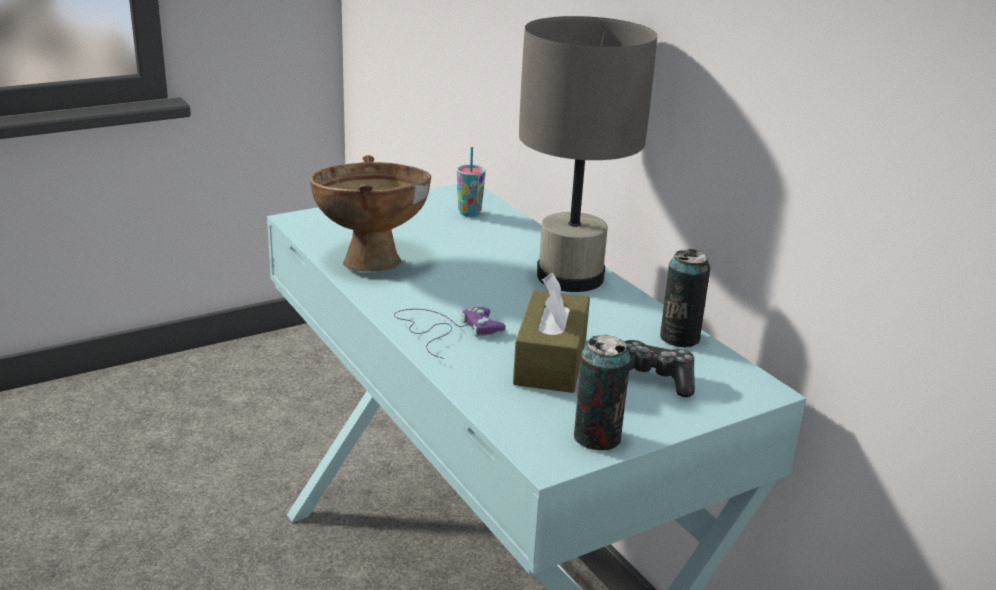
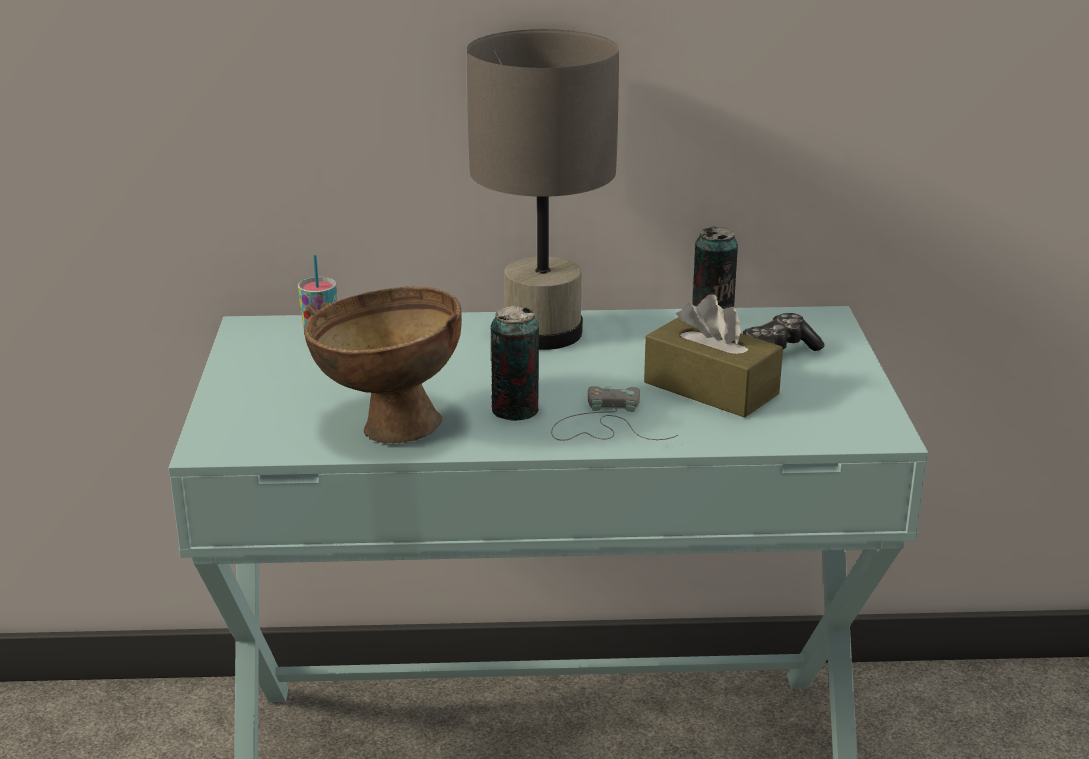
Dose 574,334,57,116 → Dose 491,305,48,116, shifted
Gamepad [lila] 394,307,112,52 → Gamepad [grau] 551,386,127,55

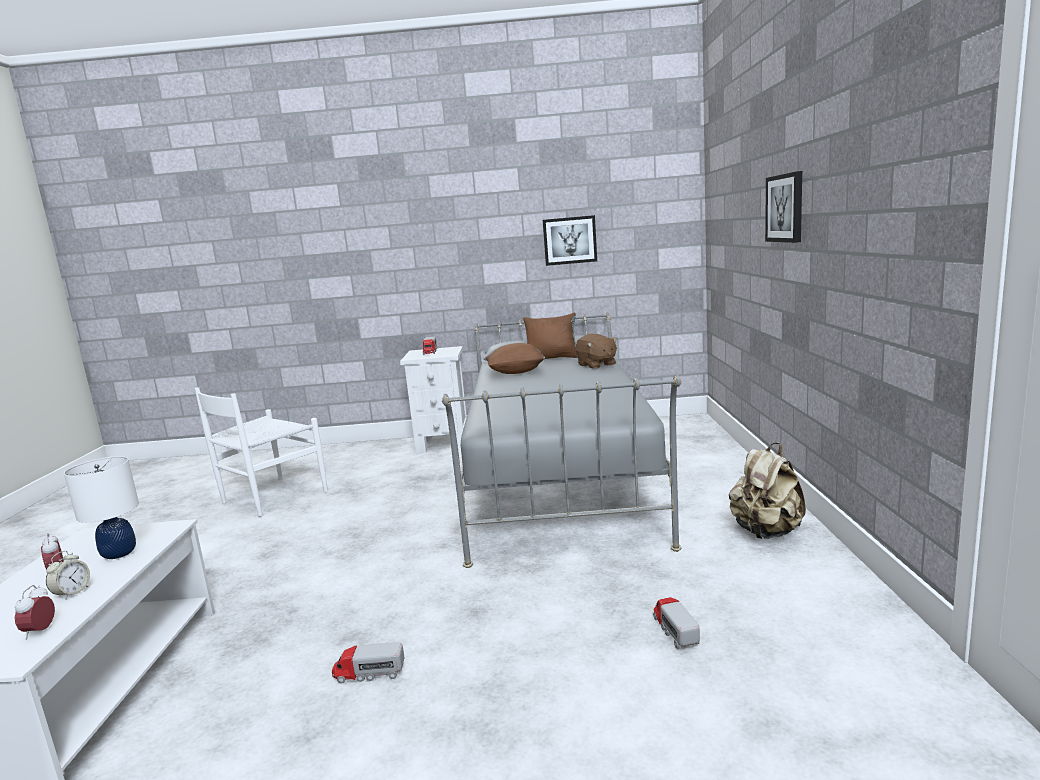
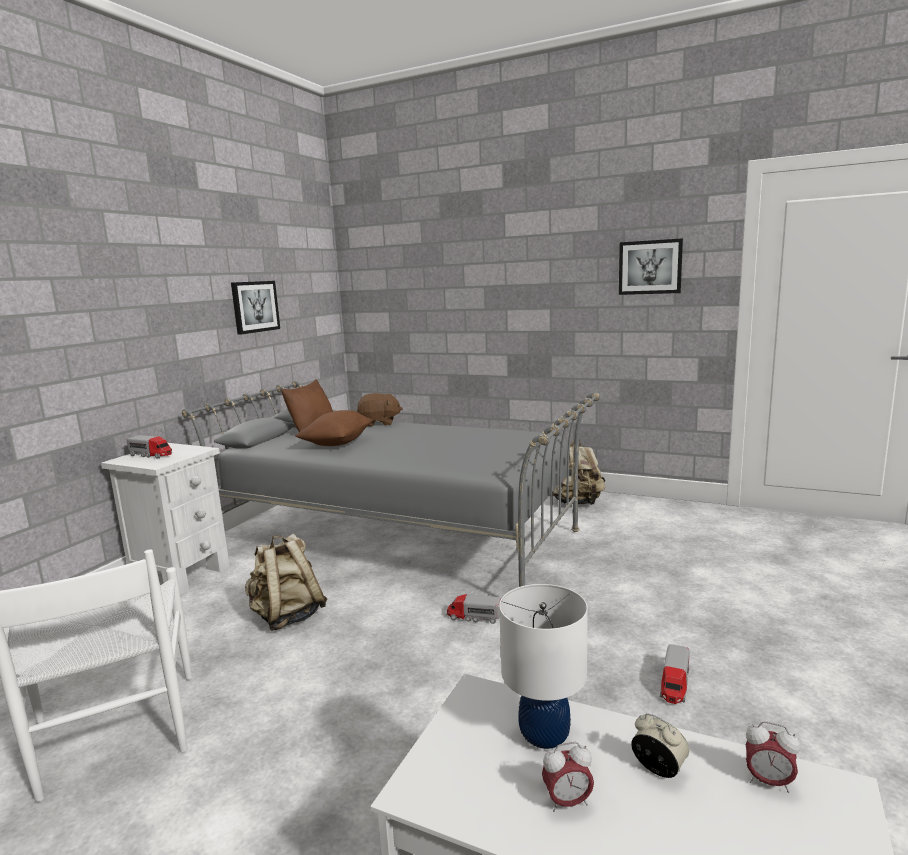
- → Rucksack [beige] 245,533,82,98
Spielzeuglaster 653,597,47,52 → Spielzeuglaster 447,594,54,30, shifted
Bild 765,171,37,72 → Bild 619,238,64,57, shifted

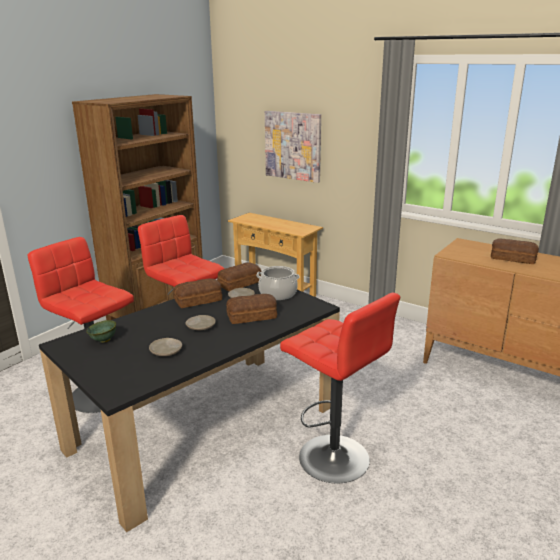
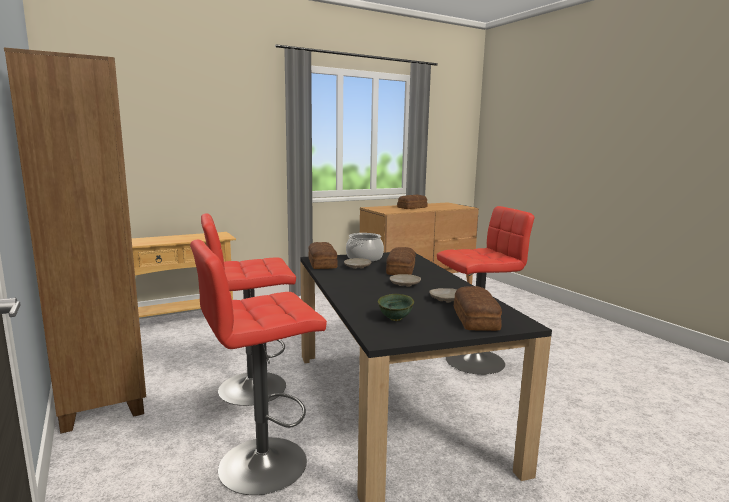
Bild 265,111,56,72 → -
Brot 174,278,48,30 → Brot 454,286,48,45, shifted

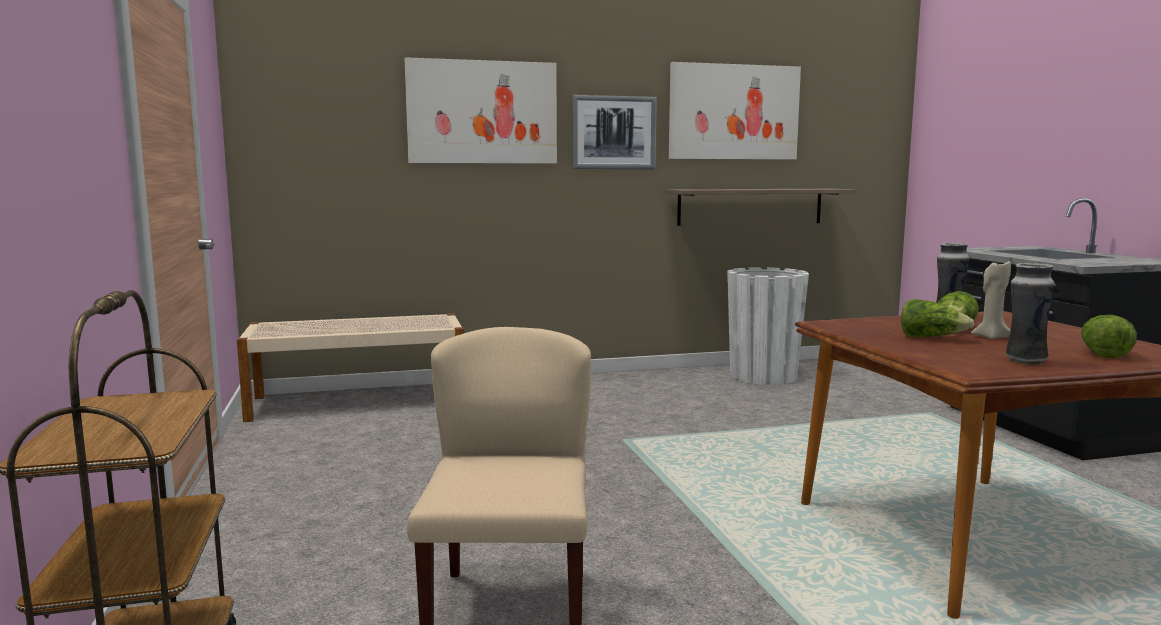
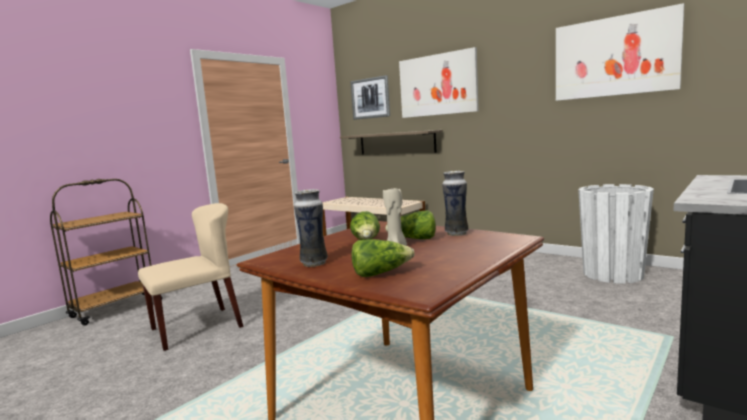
Bild 572,95,85,74 → Bild 350,75,40,45, shifted
Wandregal 665,189,191,37 → Wandregal 340,130,103,25, shifted

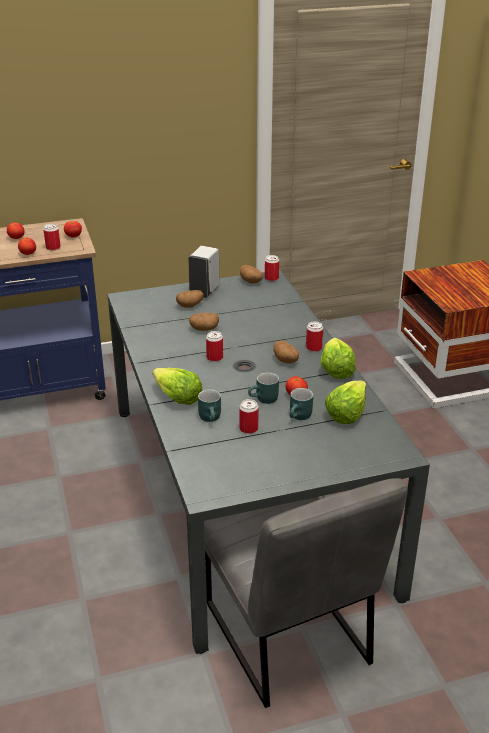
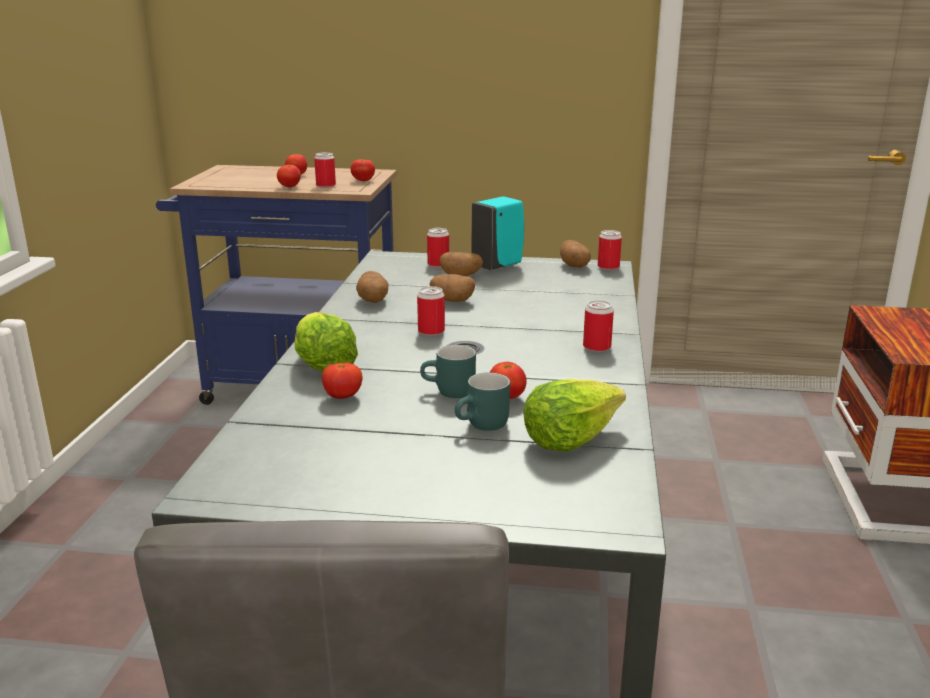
Salatkopf 320,338,36,41 → -
Dose 239,399,20,35 → Dose 427,228,22,40, shifted
Kartoffel 273,341,26,22 → Kartoffel 356,271,33,32, shifted
Henkelbecher [türkis] 198,389,23,33 → Tomate 322,363,40,36
Seifenspender [weiß] 188,246,32,52 → Seifenspender [türkis] 471,196,53,74

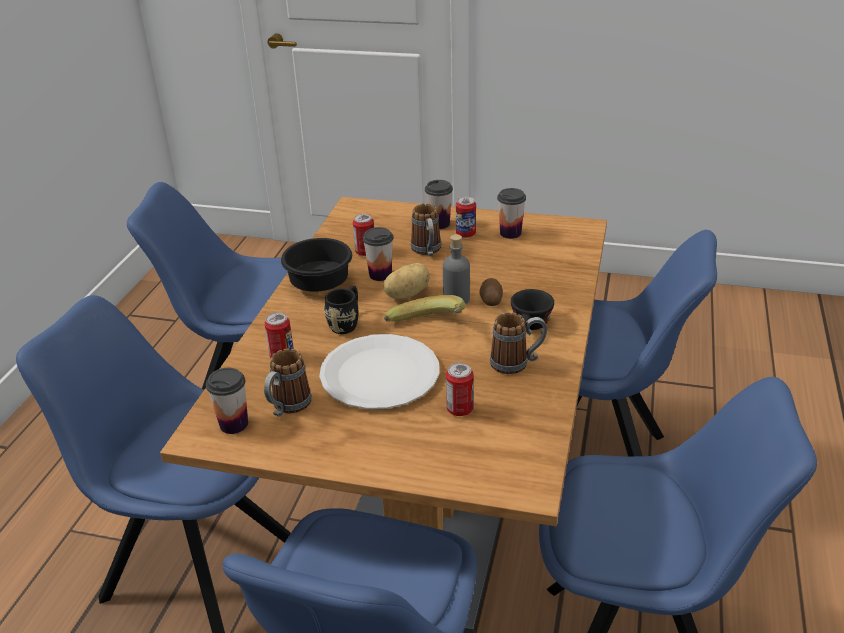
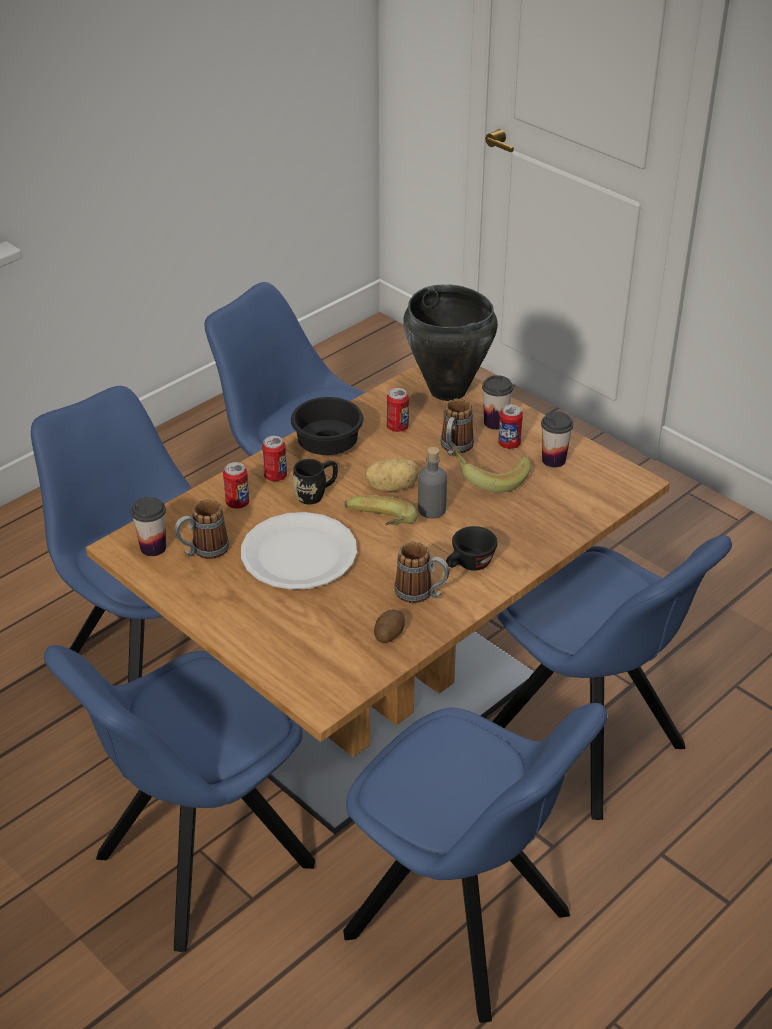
Tasse 363,227,30,54 → -
- → Kochtopf [schwarz] 403,284,95,117
- → Banane 450,443,81,50
Dose 446,363,27,53 → Dose 262,436,25,45, shifted
Kartoffel 479,278,24,28 → Kartoffel 374,609,31,34, shifted

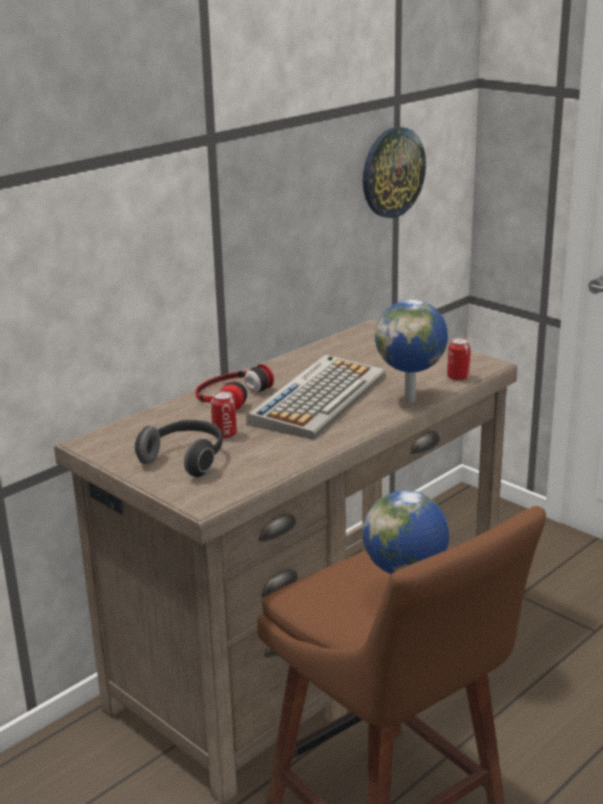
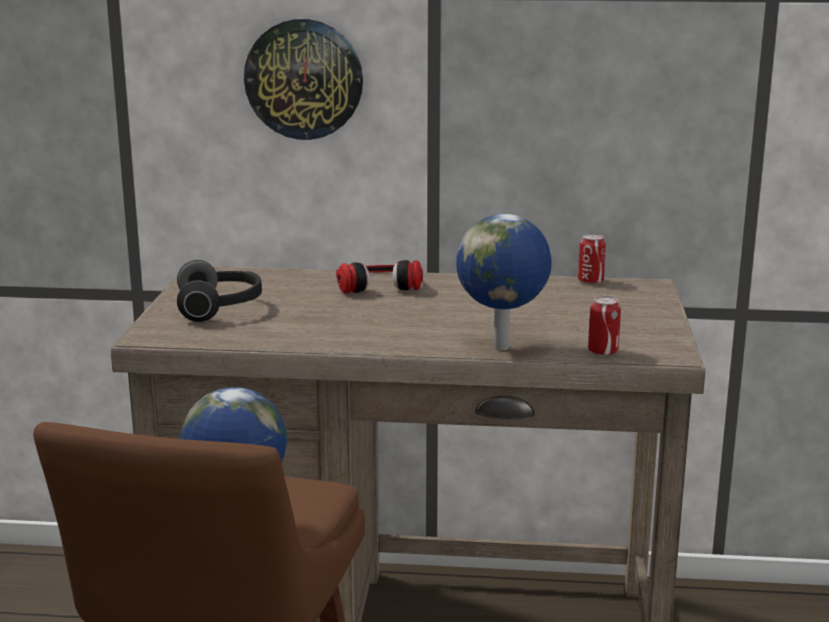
Tastatur 246,355,139,85 → -
Dose 211,391,26,48 → Dose 578,234,28,51, shifted
Wanduhr 363,127,63,91 → Wanduhr 244,19,119,121, shifted

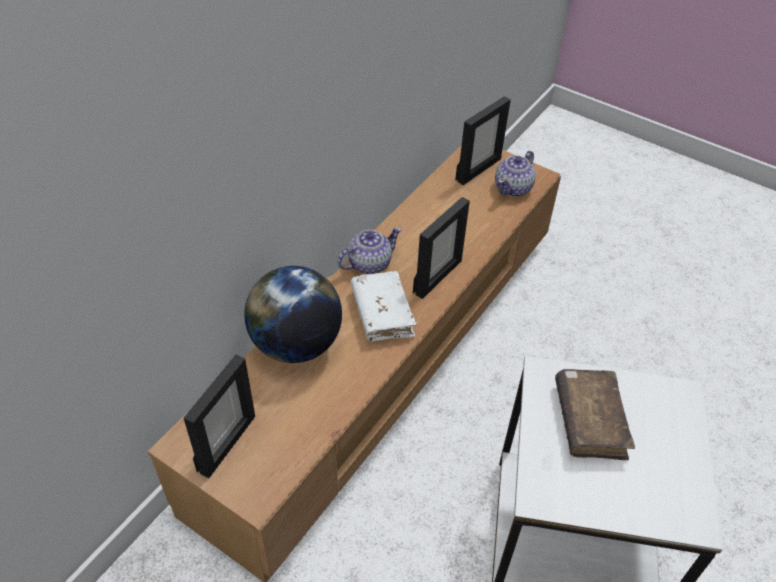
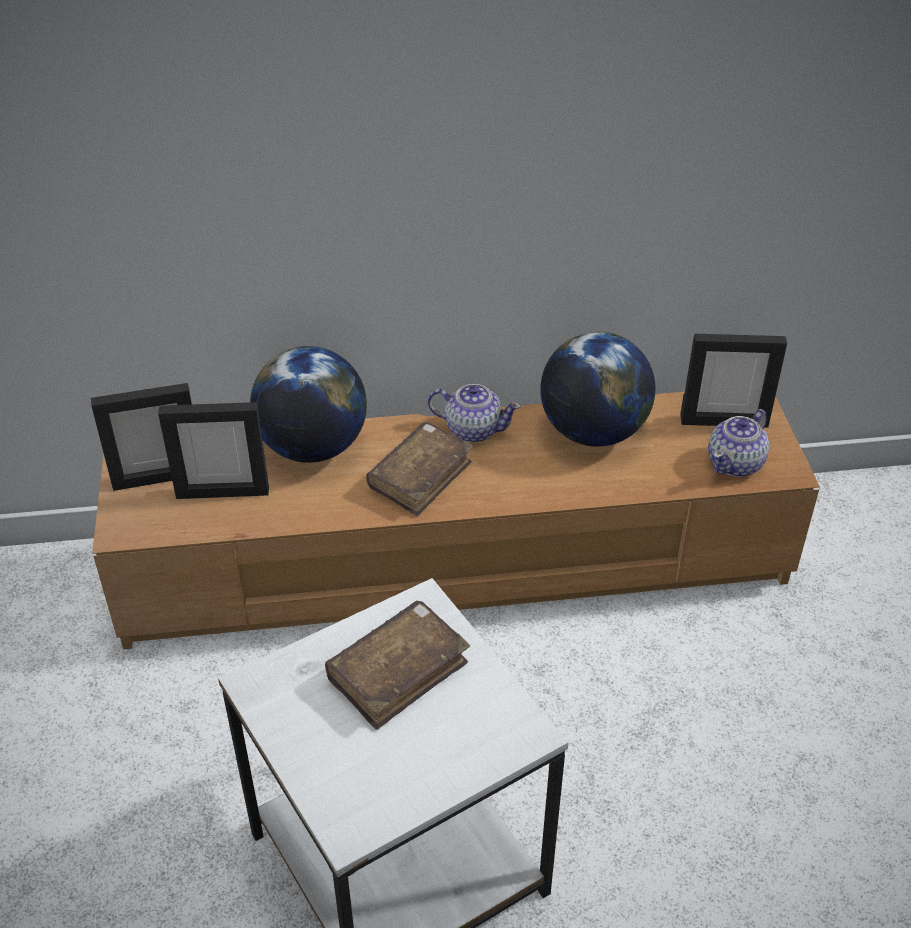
- → Globus 540,332,116,115
Bilderrahmen 413,197,57,102 → Bilderrahmen 158,402,111,97, shifted
Buch [weiß] 350,271,67,70 → Buch [braun] 366,422,107,94
Teekanne 495,151,41,46 → Teekanne 708,409,61,68, 45 degrees counterclockwise

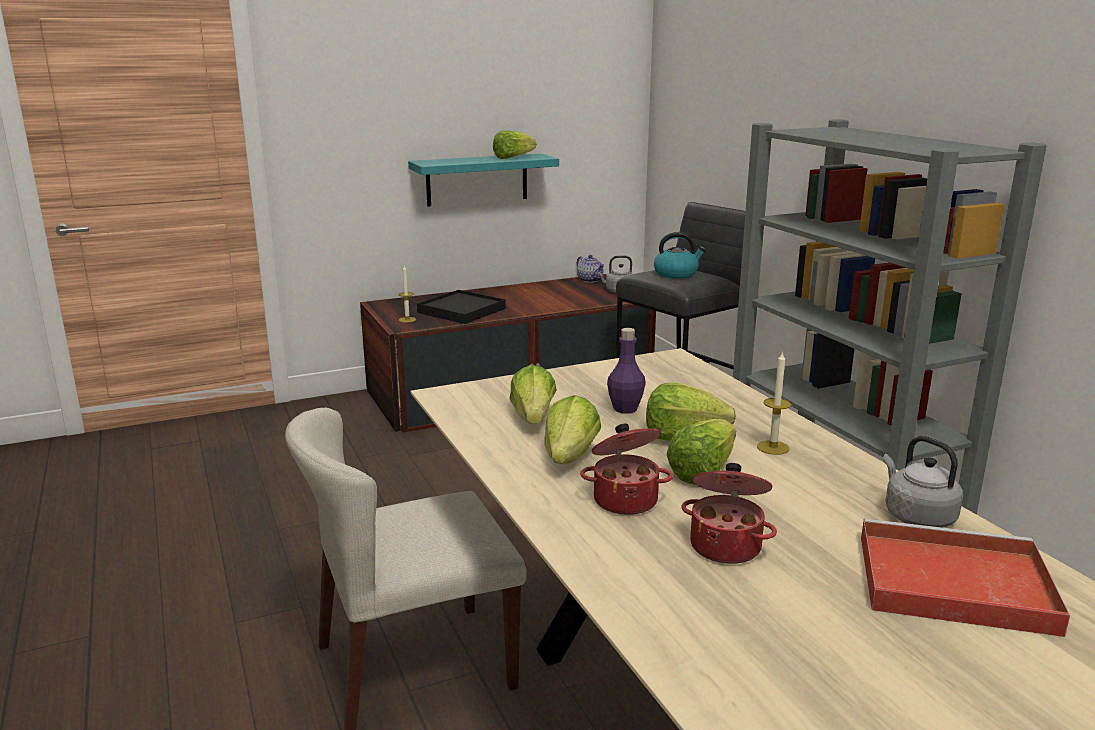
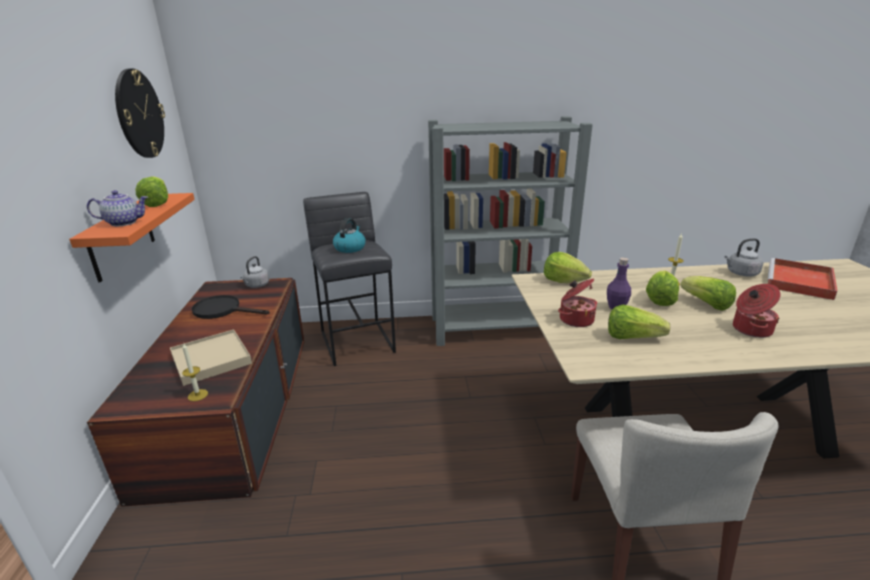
- → Wanduhr 115,69,50,89
- → Pfanne [schwarz] 191,295,78,24
Salatkopf 544,395,57,69 → Salatkopf 544,252,48,31, shifted
Teekanne 577,255,27,28 → Teekanne 87,190,61,36, shifted
Kochtopf 681,463,96,101 → Kochtopf 558,279,39,48, shifted
Wandregal [türkis] 408,154,151,52 → Wandregal [orange] 69,193,126,89
Tablett [schwarz] 417,290,89,34 → Tablett [beige] 170,329,82,57

